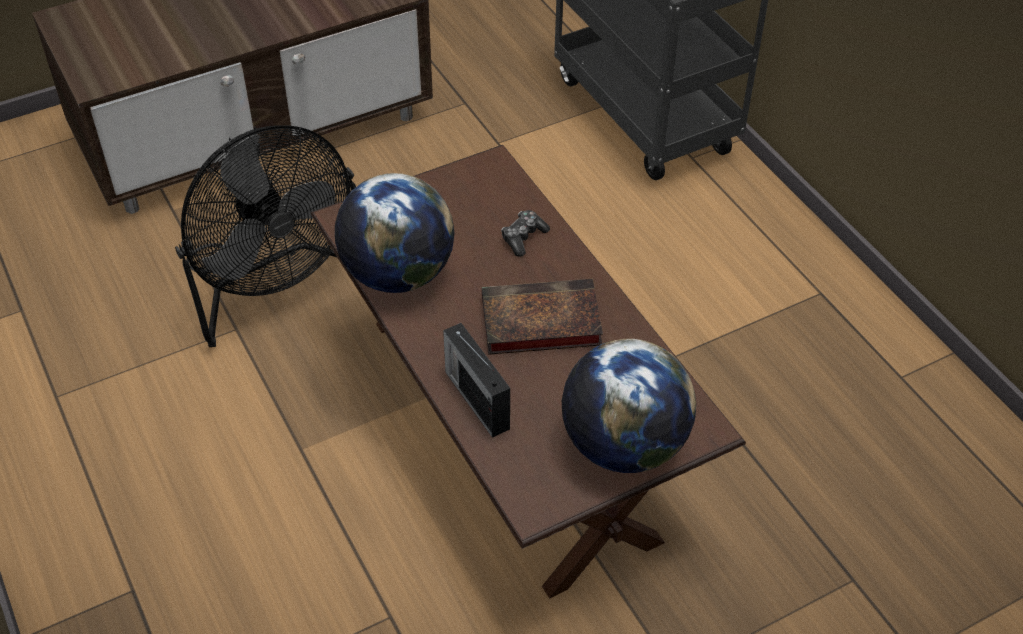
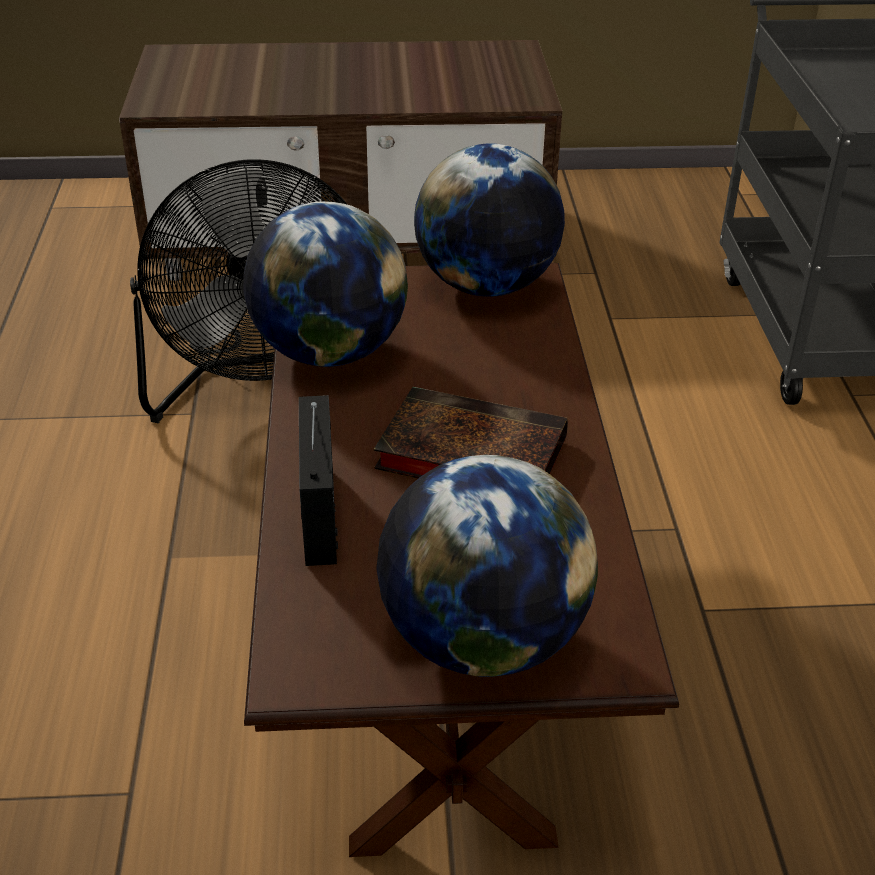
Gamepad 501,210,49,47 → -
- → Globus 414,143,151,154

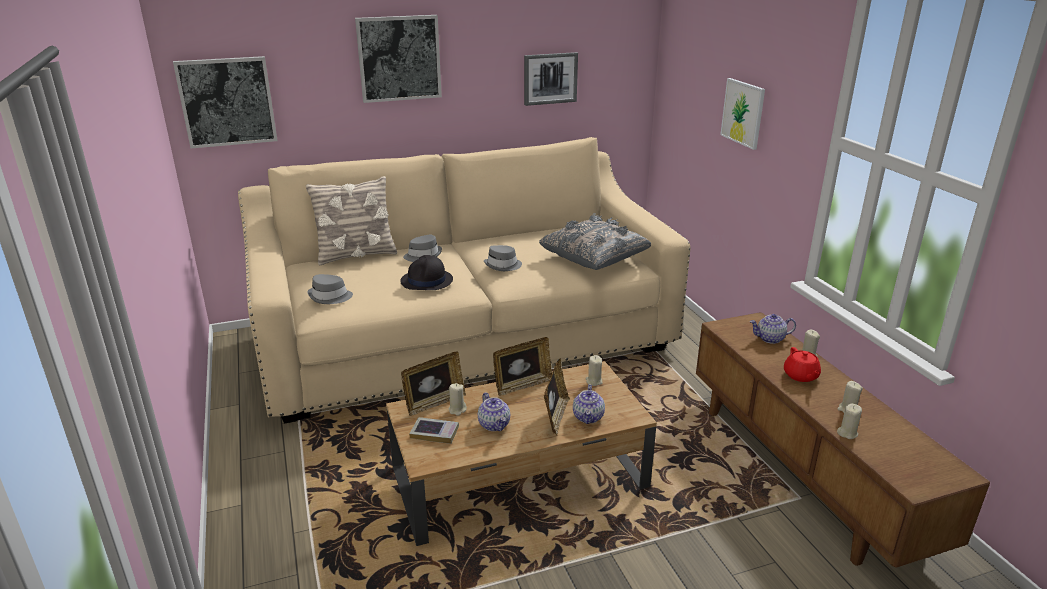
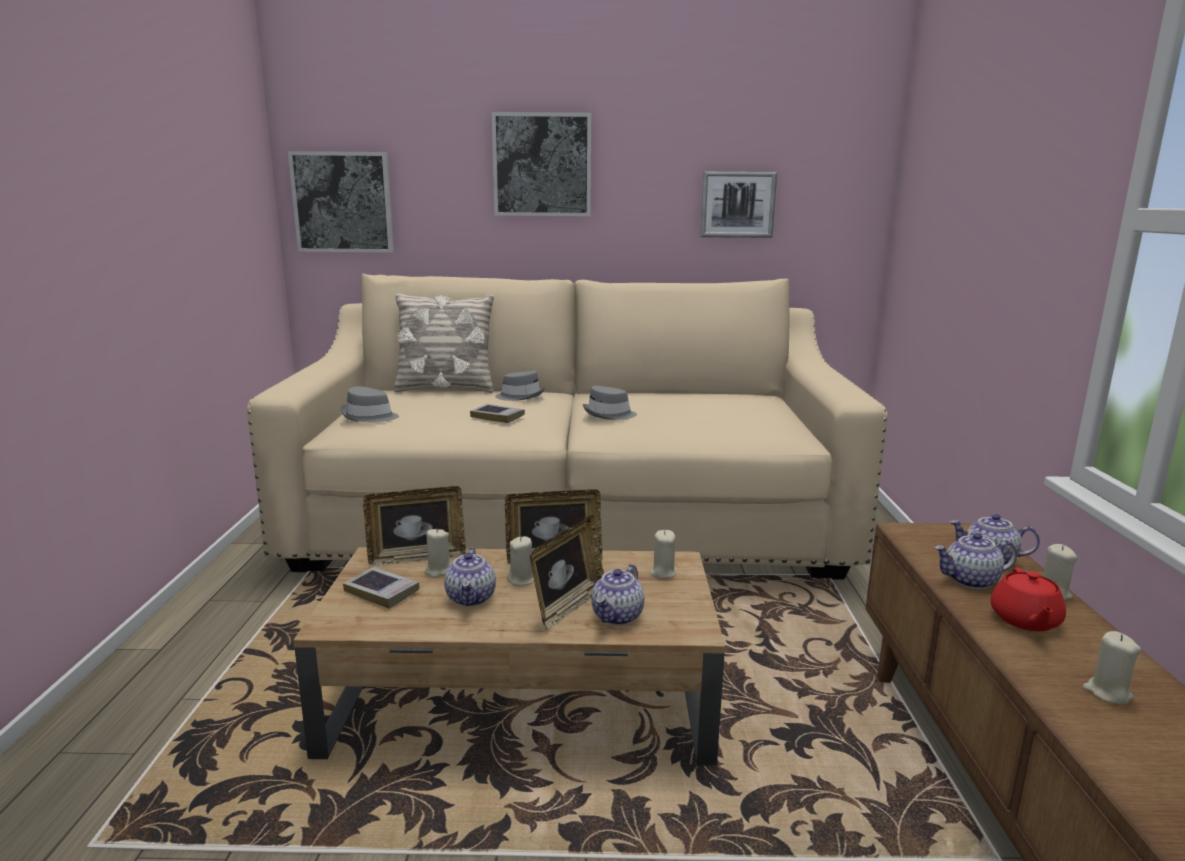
Kissen [grau] 539,214,112,56 → -
Bild 720,78,45,72 → -
- → Teekanne 934,533,83,56
Kerze [beige] 837,404,25,35 → Kerze [beige] 507,536,27,50, shifted
Hut [schwarz] 400,255,53,35 → Buch 470,404,55,19

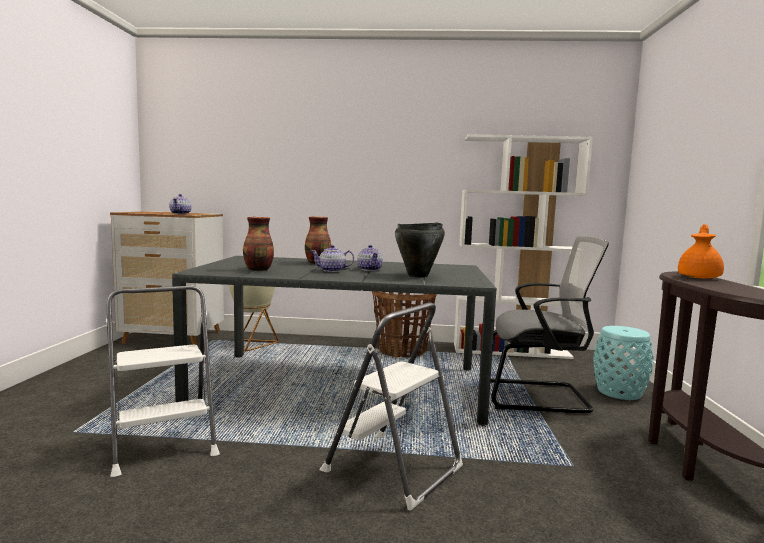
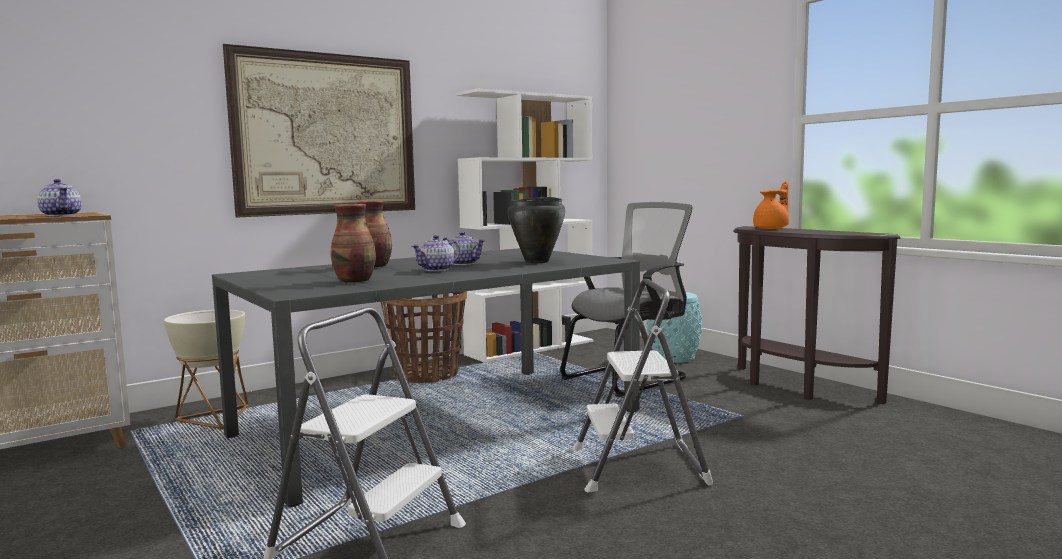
- → Bild 223,44,192,174
Teekanne [orange] 678,224,46,54 → Teekanne [orange] 753,181,36,48, 60 degrees clockwise

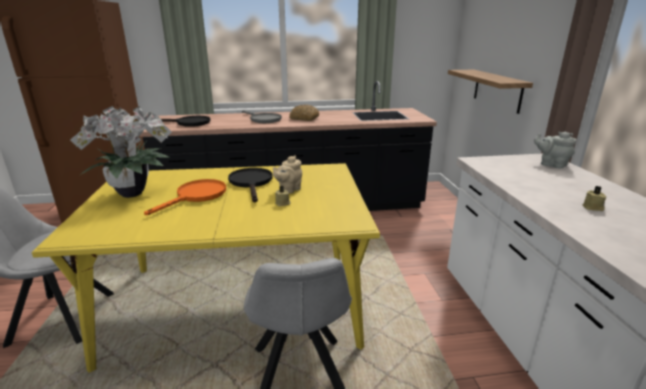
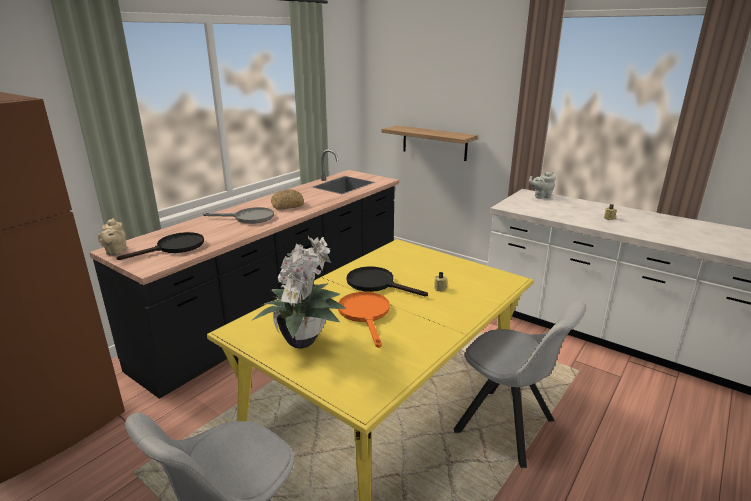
Teekanne [beige] 273,155,29,39 → Teekanne [beige] 98,218,29,38, shifted

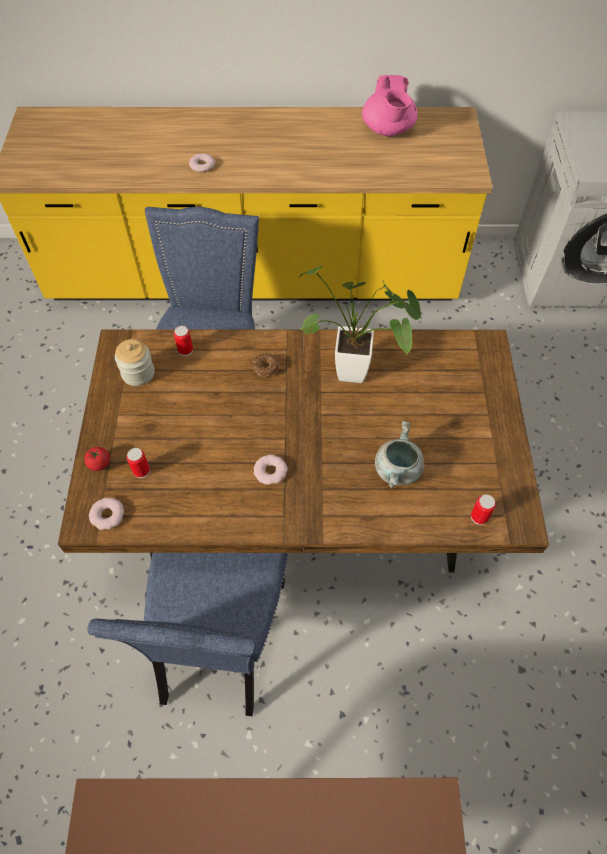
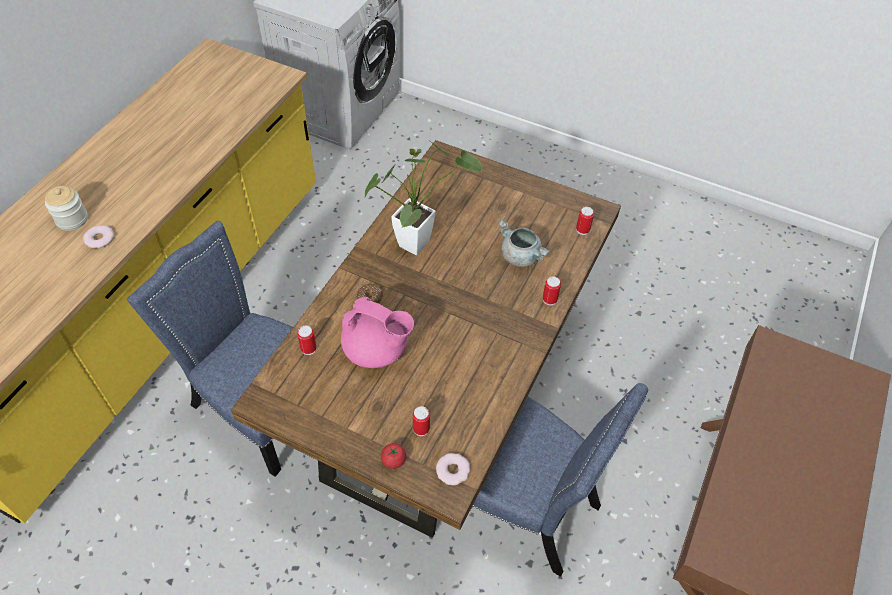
Donut 254,455,34,30 → -
- → Dose 543,276,18,30
Vorratsglas 115,339,40,47 → Vorratsglas 45,186,43,45, shifted
Teekanne [rosa] 362,75,55,61 → Teekanne [rosa] 341,297,73,71, shifted

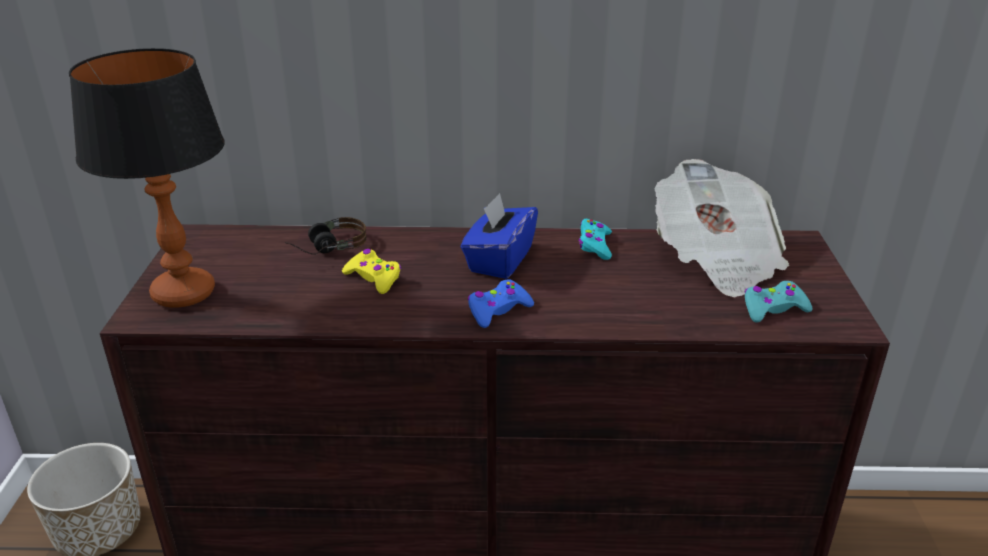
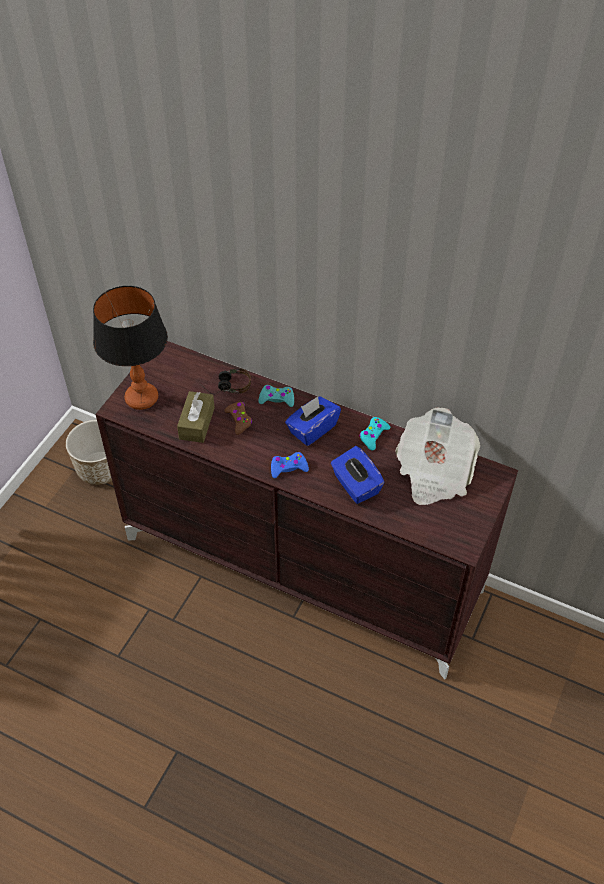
- → Taschentuchbox [braun] 177,391,38,52
- → Taschentuchbox [blau] 331,446,53,58
Gamepad [türkis] 744,281,69,41 → Gamepad [türkis] 258,385,36,22, shifted
Gamepad [gelb] 342,249,59,45 → Gamepad [braun] 225,402,27,33

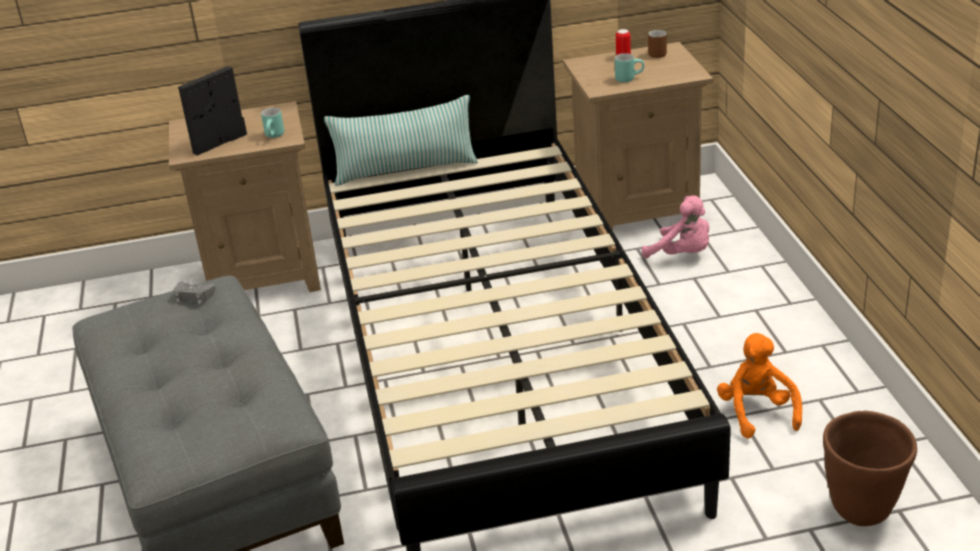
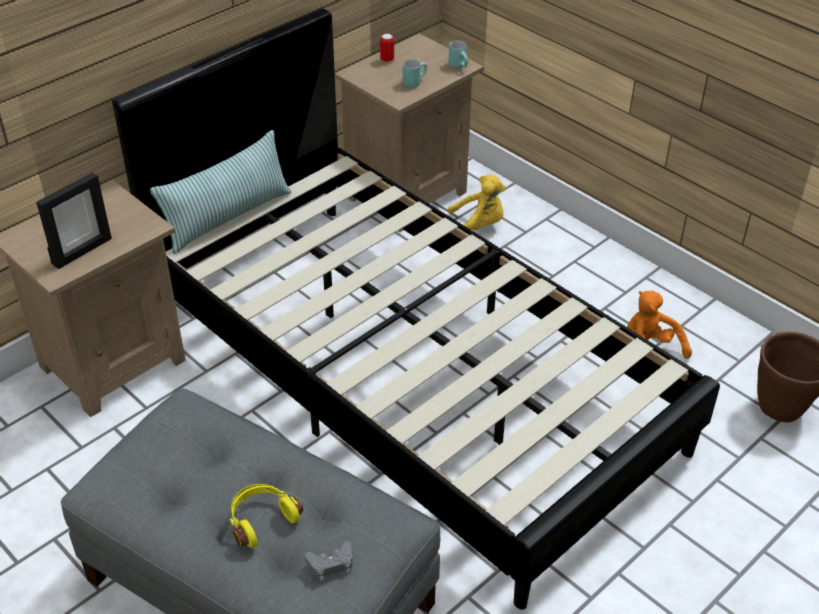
Henkelbecher [braun] 648,30,19,28 → -
- → Kopfhörer [gelb] 230,484,74,64
Gamepad [grau] 174,281,42,23 → Gamepad [grau] 305,542,48,39, shifted
Henkelbecher [türkis] 261,108,23,30 → Henkelbecher [türkis] 449,41,19,27, shifted
Plüschtier [rosa] 642,195,68,63 → Plüschtier [gelb] 448,175,57,56
Bilderrahmen 178,66,69,90 → Bilderrahmen 36,172,76,97, 150 degrees counterclockwise

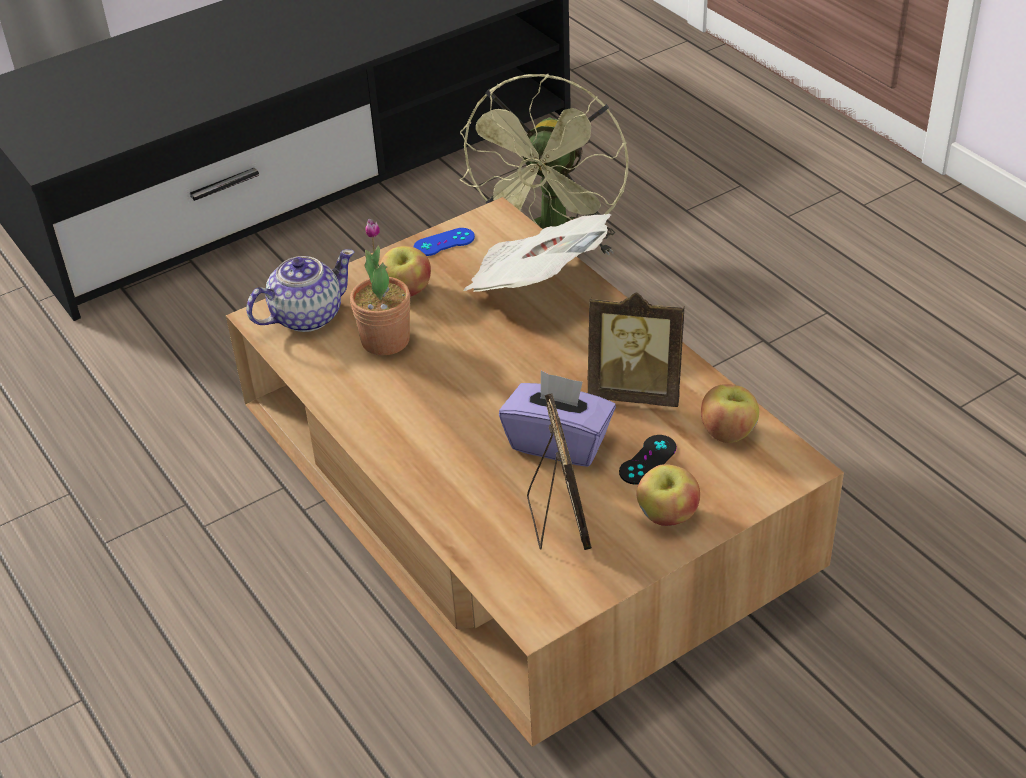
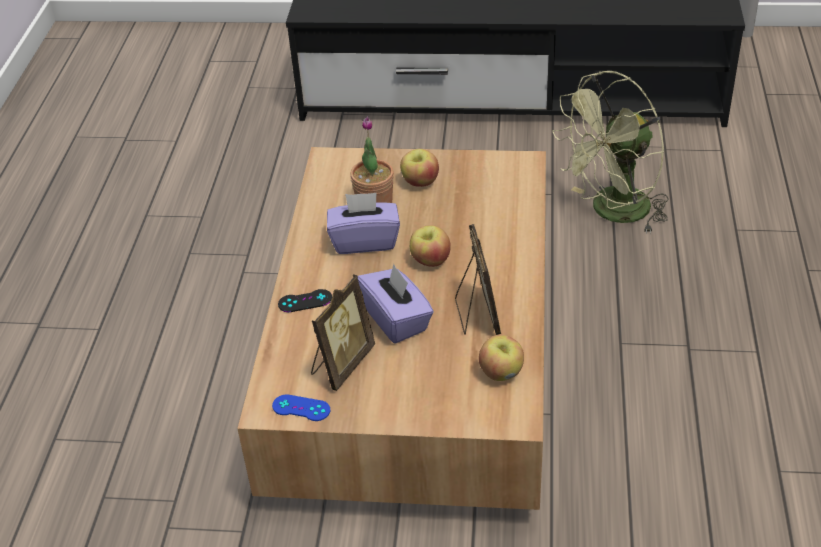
Teekanne 246,249,109,83 → -
Zeitung 463,214,148,78 → -
- → Taschentuchbox [lila] 327,193,73,61
Gamepad [blau] 414,228,61,28 → Gamepad [blau] 272,394,58,27, shifted
Gamepad [schwarz] 619,435,58,50 → Gamepad [schwarz] 278,289,54,23, shifted
Apfel 636,464,64,62 → Apfel 410,225,41,42, shifted
Bilderrahmen 588,292,97,115 → Bilderrahmen 455,224,46,111, 150 degrees counterclockwise

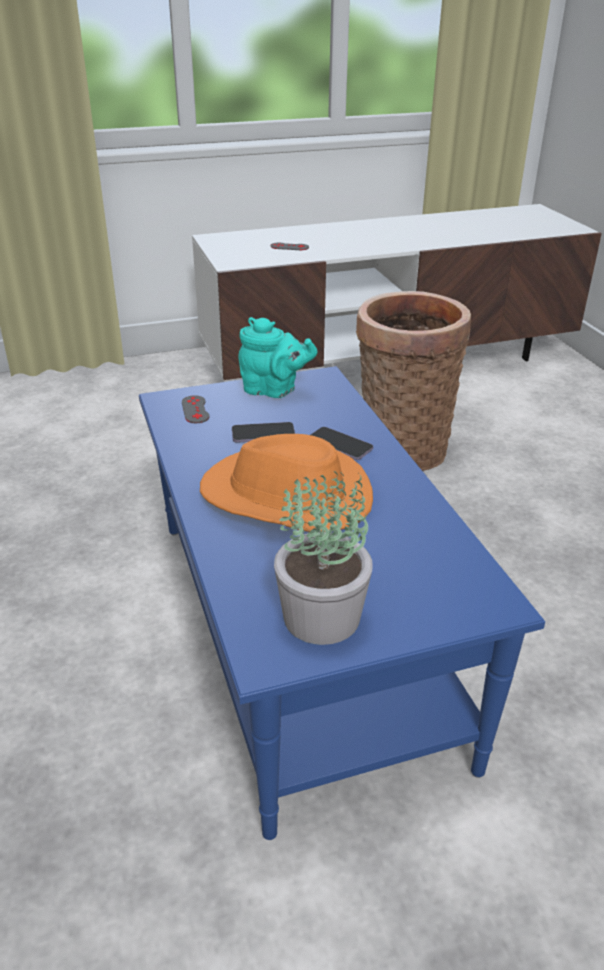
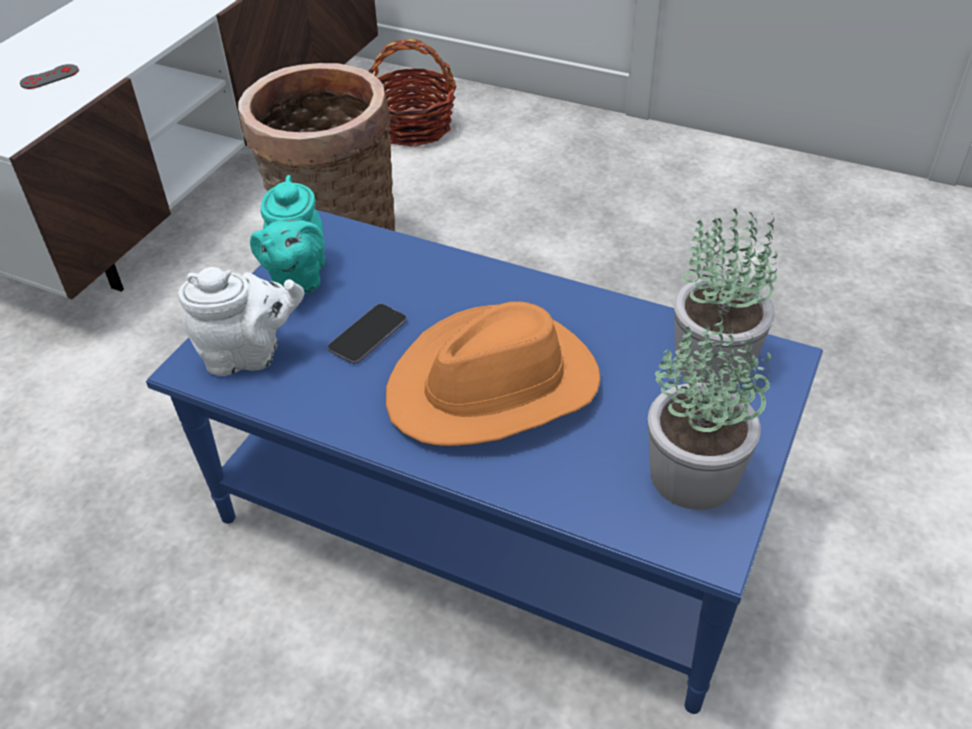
Handy 311,427,62,33 → -
- → Korb 368,39,89,108
- → Topfpflanze 674,208,104,180
Gamepad [grau] 182,395,28,28 → Teekanne [weiß] 178,267,126,109
Teekanne [türkis] 238,317,80,81 → Teekanne [türkis] 250,175,76,119, 120 degrees clockwise

